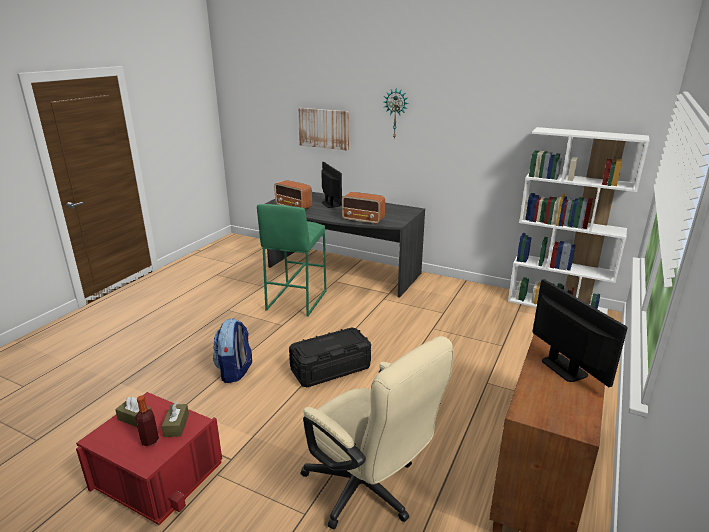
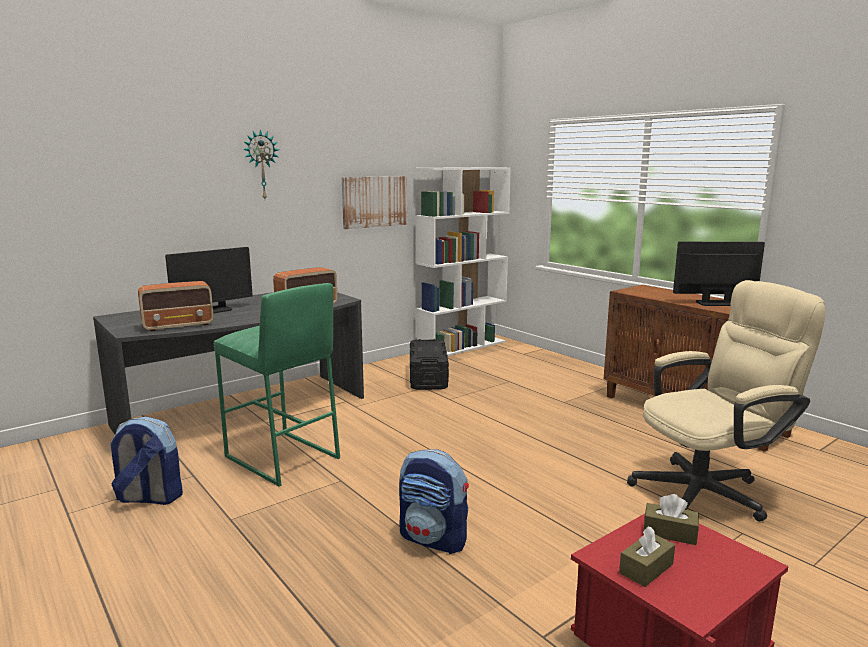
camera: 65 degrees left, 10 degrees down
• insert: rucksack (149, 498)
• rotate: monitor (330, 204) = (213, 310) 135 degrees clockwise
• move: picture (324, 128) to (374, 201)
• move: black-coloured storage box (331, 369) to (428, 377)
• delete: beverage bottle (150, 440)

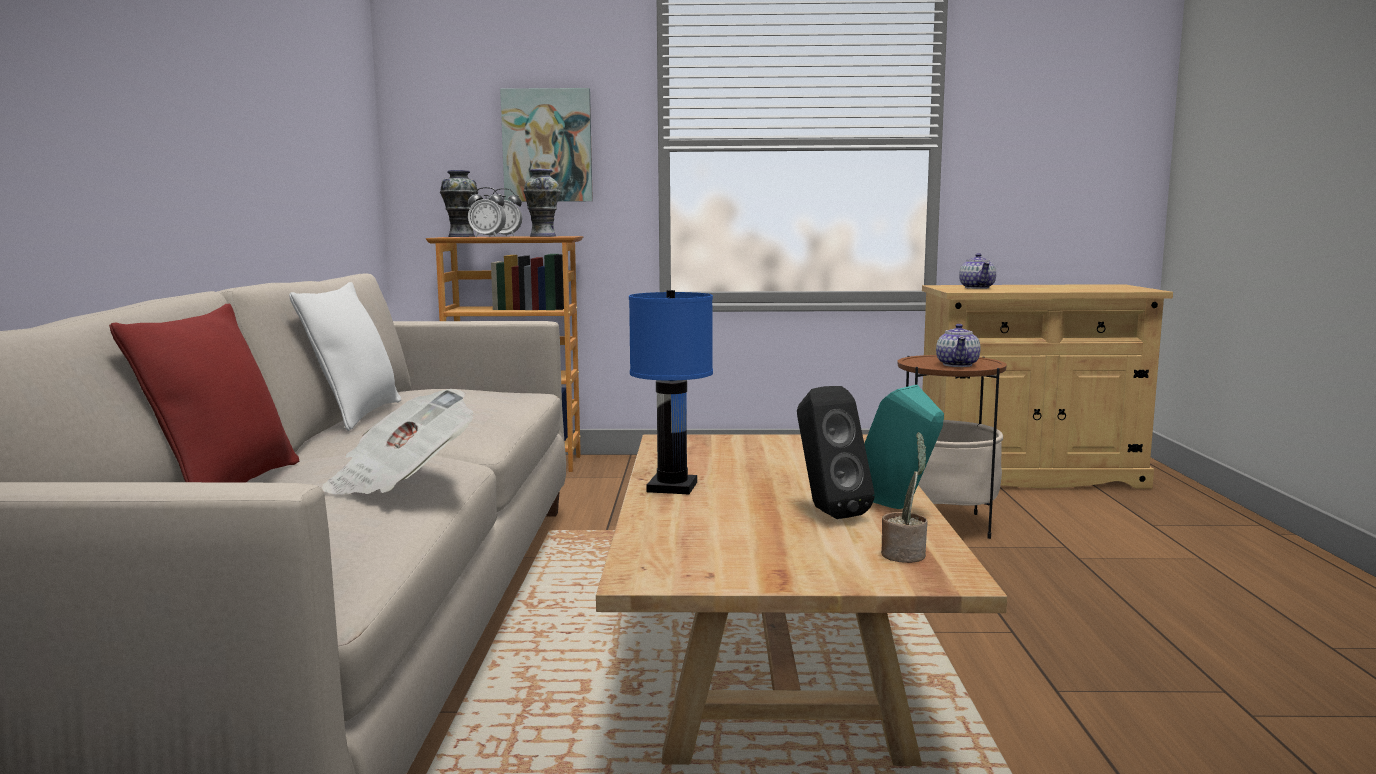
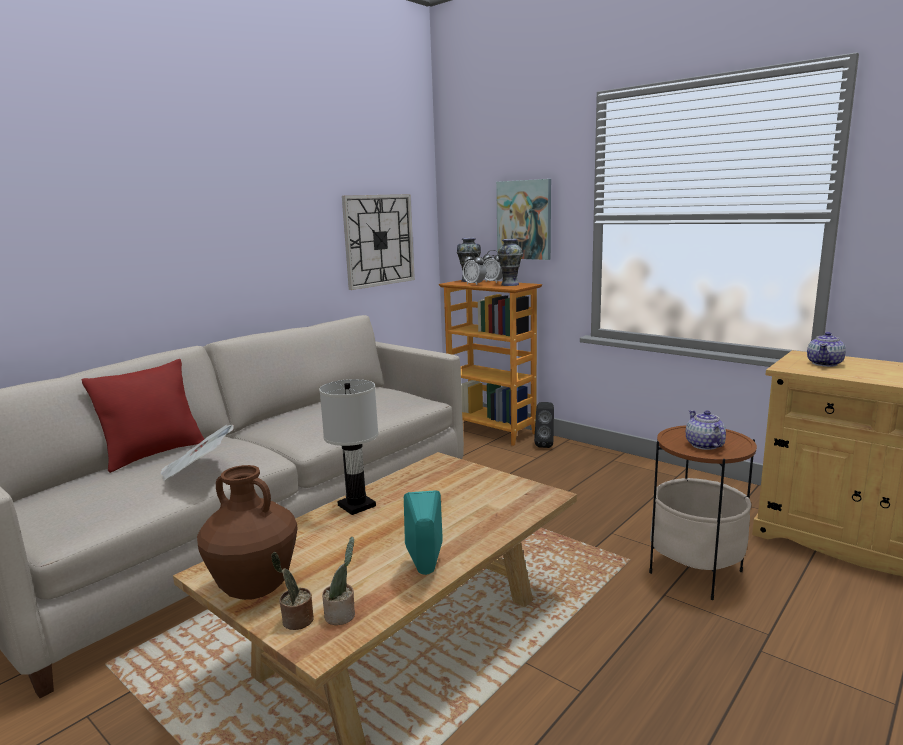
camera: 40 degrees right, 5 degrees up
• insert: brownish flower vase (256, 589)
• insert: plant in a pot (296, 621)
• recolor: bluish table lamp (671, 487) to whitish table lamp (356, 505)
• insert: wall clock (379, 240)
• move: black-coloured speaker (827, 512) to (545, 444)
• rotate: teapot (958, 364) = (704, 445) 120 degrees clockwise
• delete: whitish cushion (357, 415)

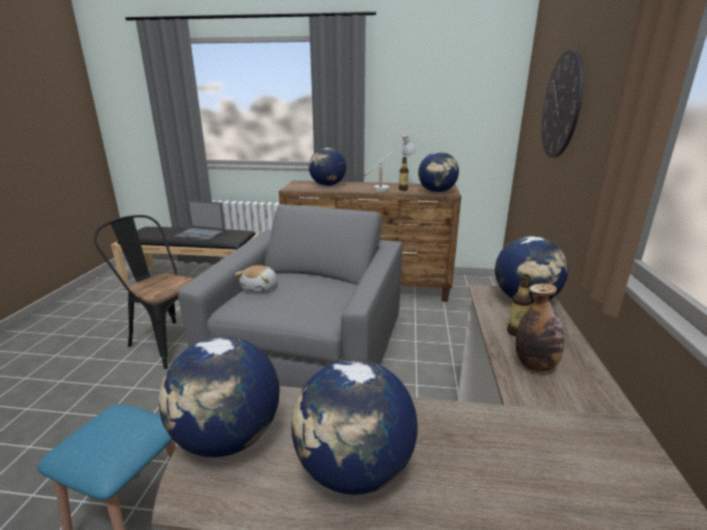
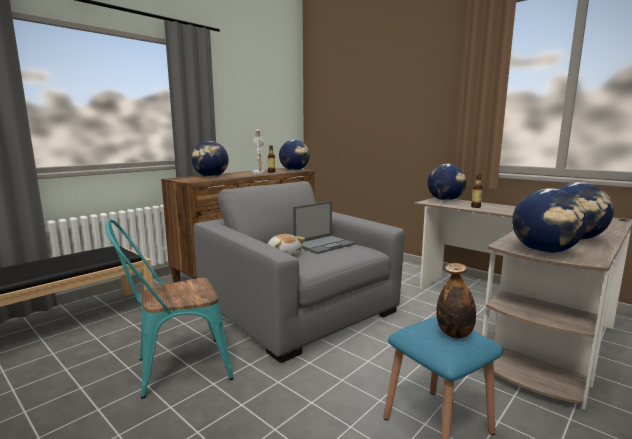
camera: 55 degrees left, 10 degrees down
• recolor: black-coloured upright chair (168, 340) to blue-green upright chair (175, 369)
• move: laptop (200, 234) to (324, 244)
• move: beverage bottle (535, 365) to (454, 334)
• delete: wall clock (561, 105)

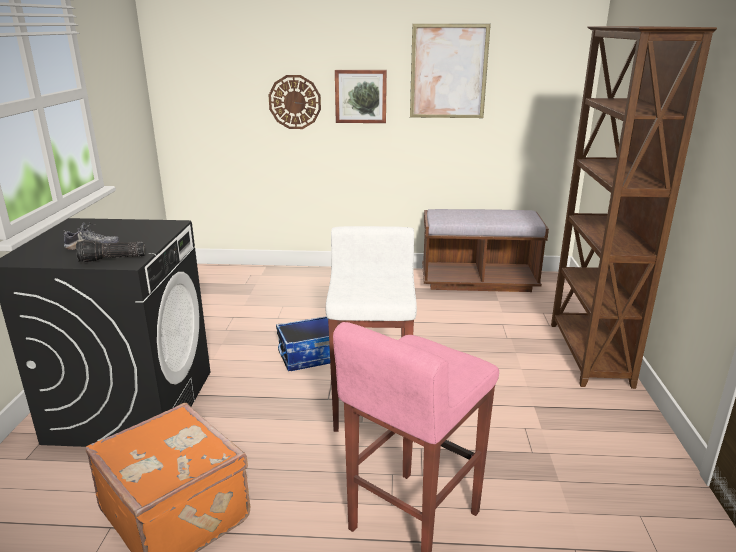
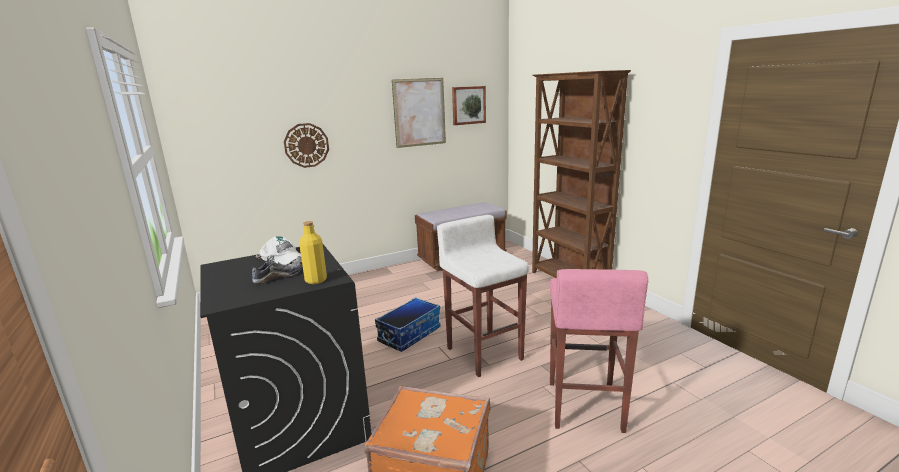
camera: 30 degrees left, 5 degrees down
• insert: whitish baseball cap (282, 258)
• replace: hand torch (112, 259) to yellow-coloured beverage bottle (316, 280)
• move: picture (361, 96) to (468, 105)

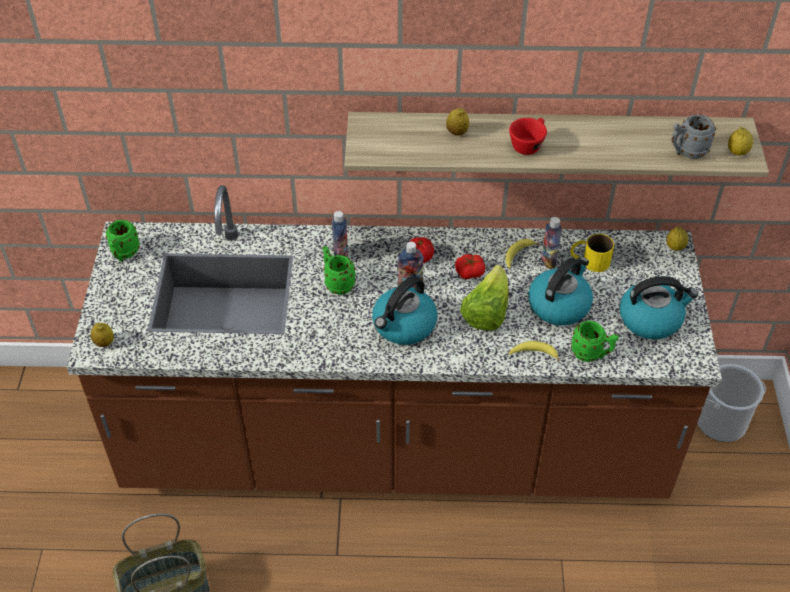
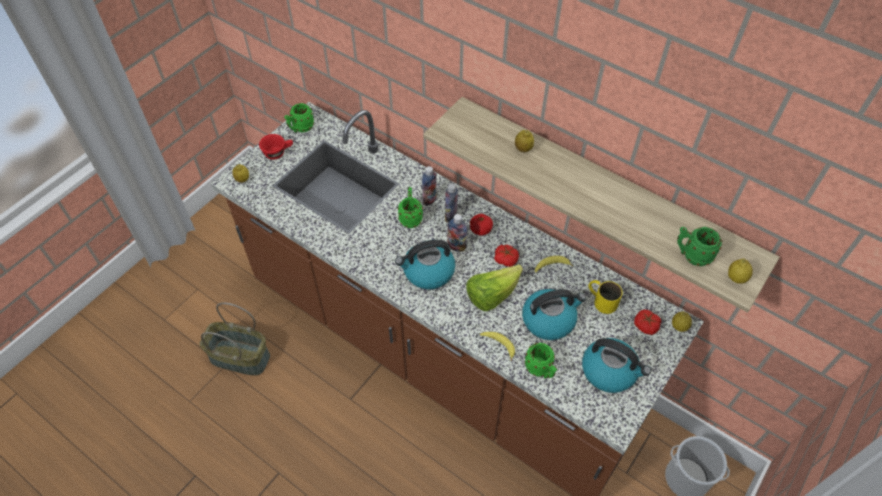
camera: 35 degrees right, 5 degrees up
• move: reddish drinking cup (528, 144) to (278, 152)
• move: beverage bottle (548, 261) to (451, 216)
• insert: fresh tomato (646, 326)
• recolor: gray tea mug (687, 152) to green tea mug (691, 255)

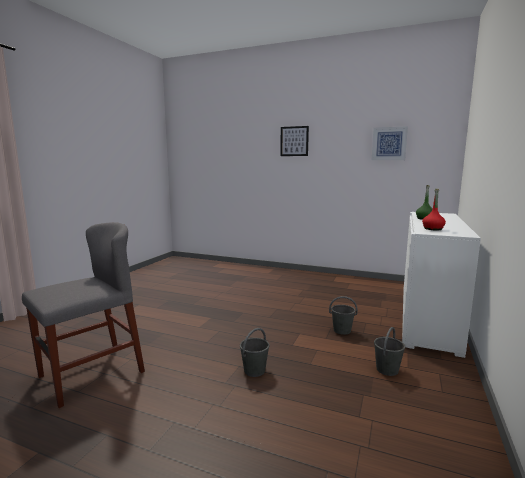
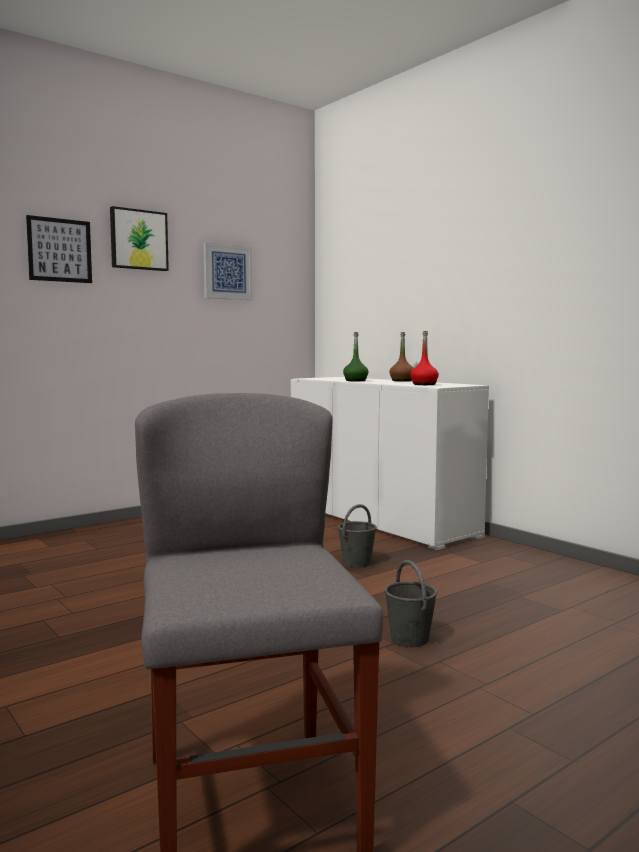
camera: 60 degrees left, 5 degrees down
• insert: picture (138, 240)
• insert: brownish beverage bottle (402, 381)
• delete: gray bucket (387, 369)

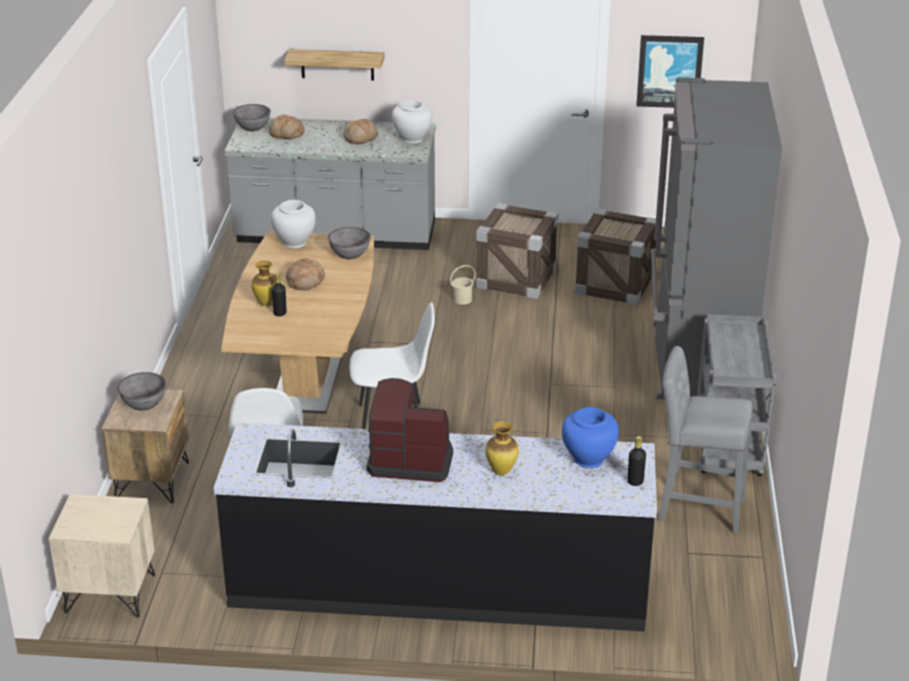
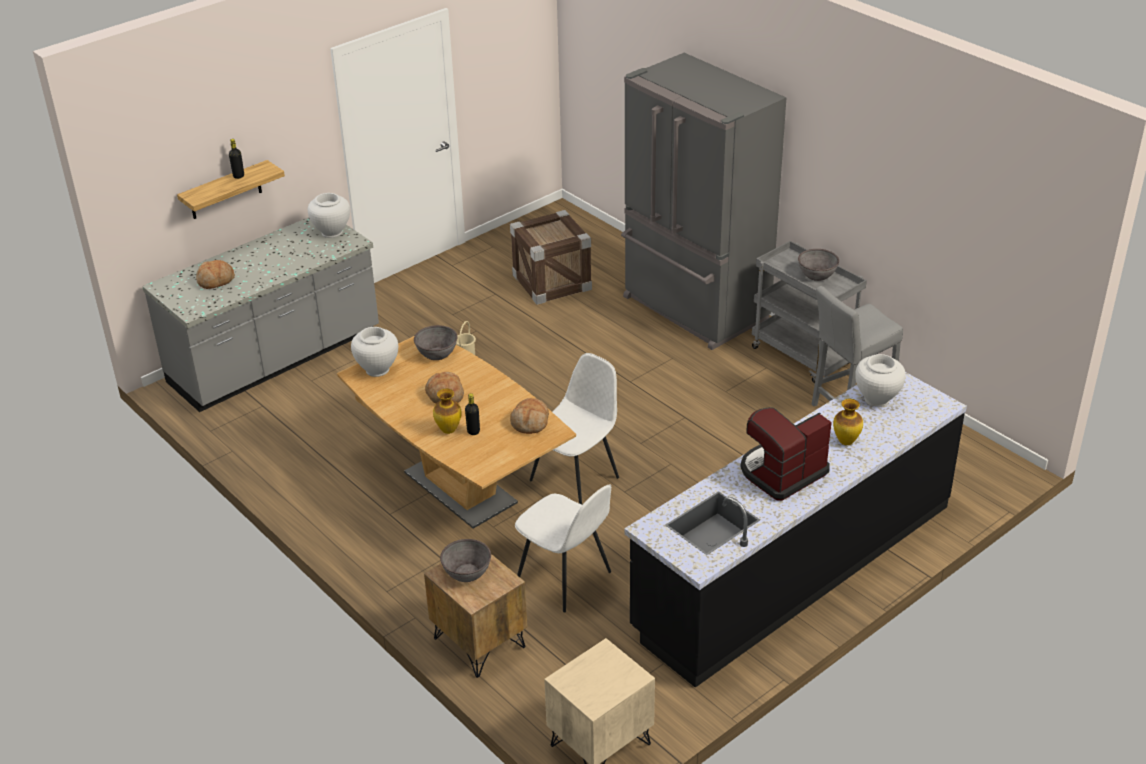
camera: 45 degrees left, 5 degrees up
• move: black-coloured beverage bottle (635, 482) to (238, 176)
• move: bakery bread (360, 138) to (530, 422)
• move: gray bowl (252, 127) to (817, 275)
• recolor: bluish flower vase (588, 459) to whitish flower vase (877, 399)
• delete: shipping crate (516, 278)
• delete: picture (669, 71)

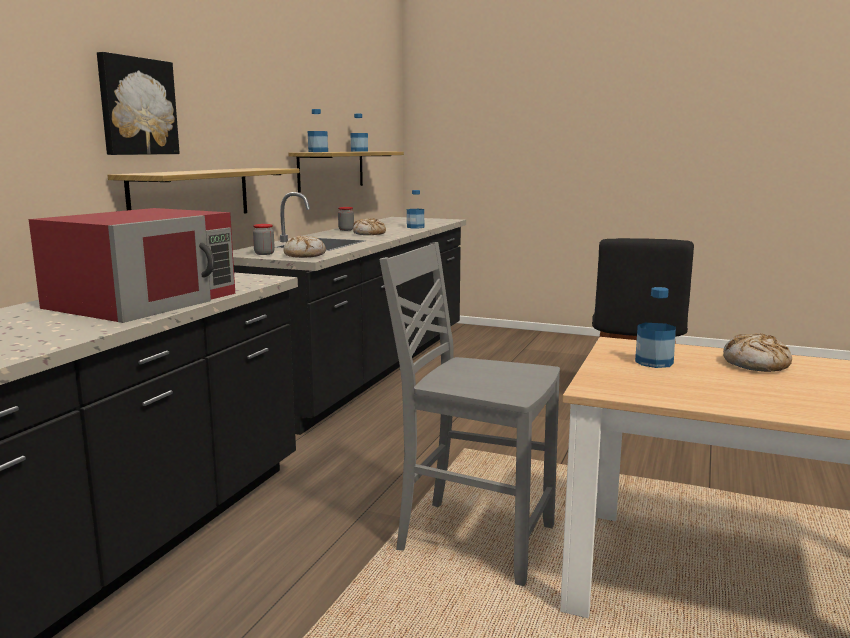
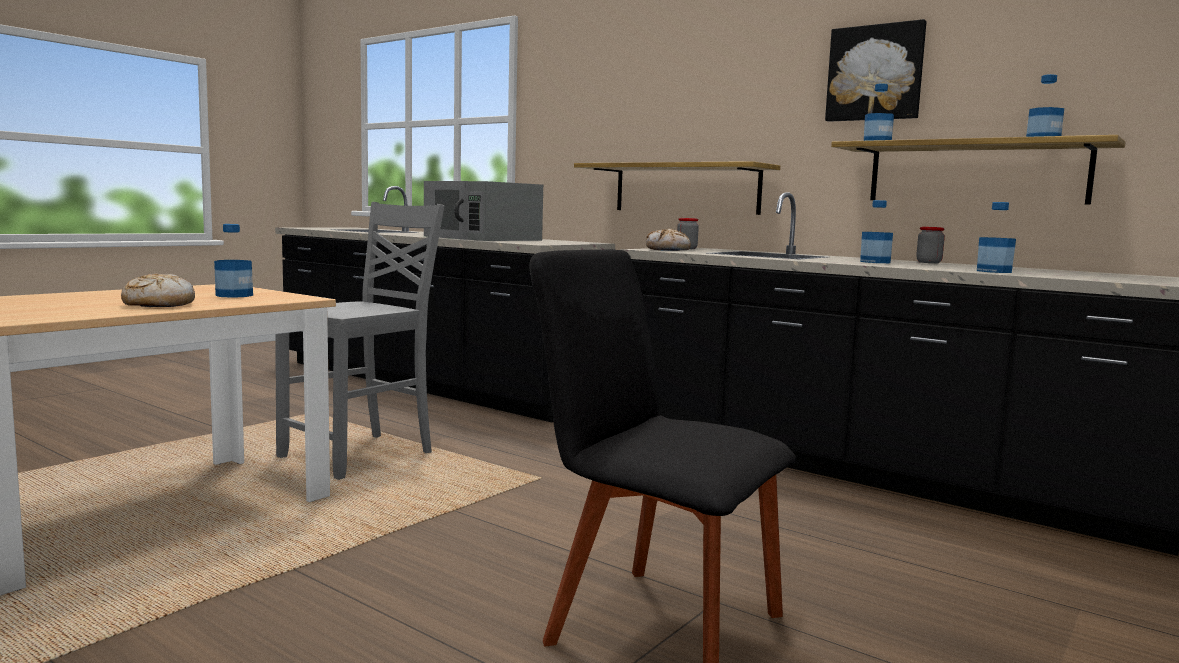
camera: 105 degrees right, 5 degrees down
• recolor: reddish microwave oven (144, 300) to gray microwave oven (483, 238)
• move: picture (136, 106) to (875, 73)
• replace: bakery bread (369, 234) to beverage bottle (875, 262)

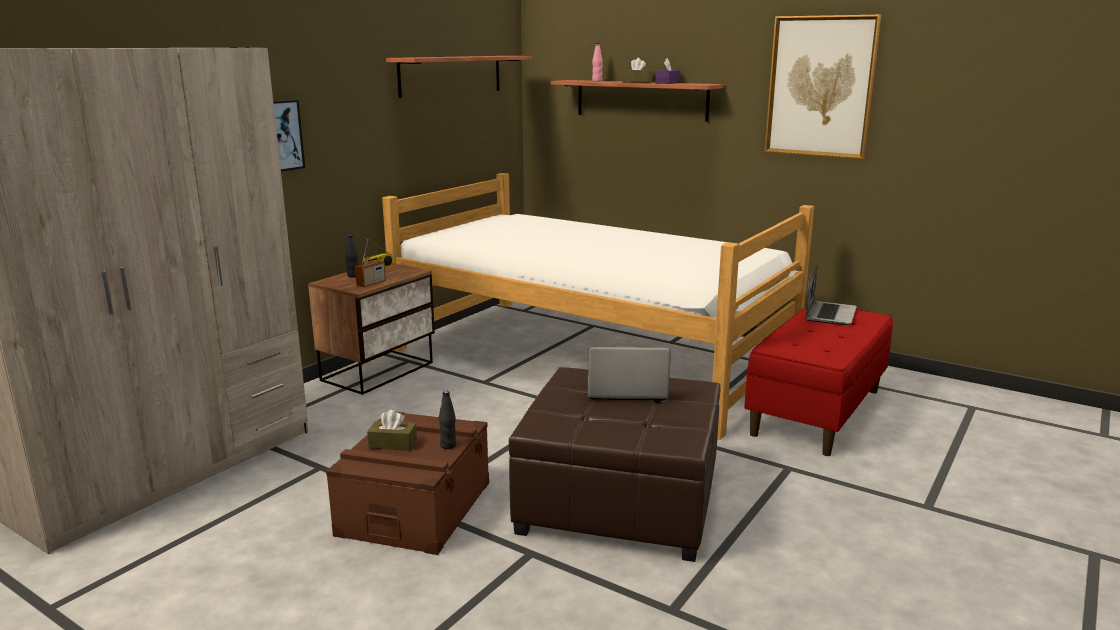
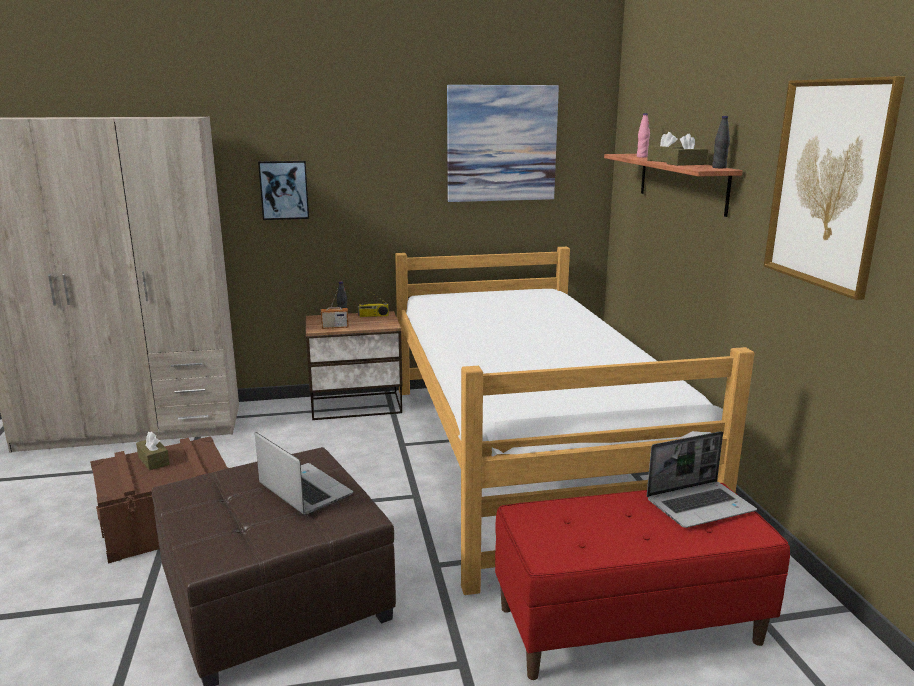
camera: 45 degrees right, 0 degrees up
• replace: wall shelf (451, 75) to picture (501, 144)
• recolor: purple tissue box (667, 83) to brownish tissue box (686, 164)
• move: black-coloured beverage bottle (448, 445) to (719, 167)

